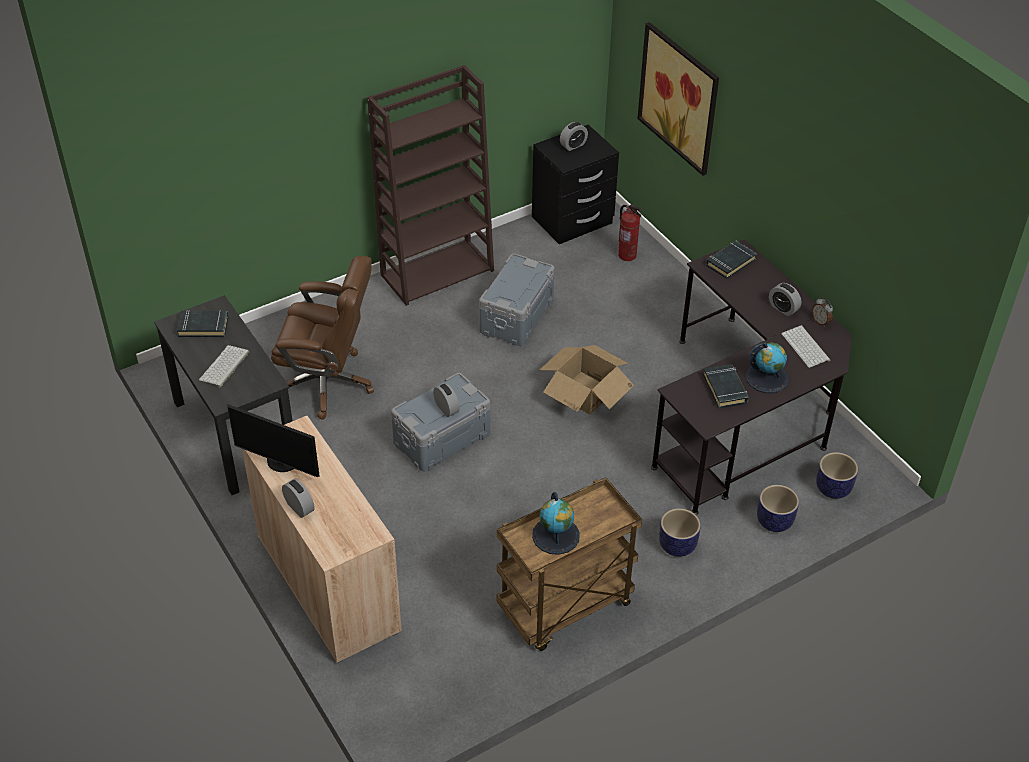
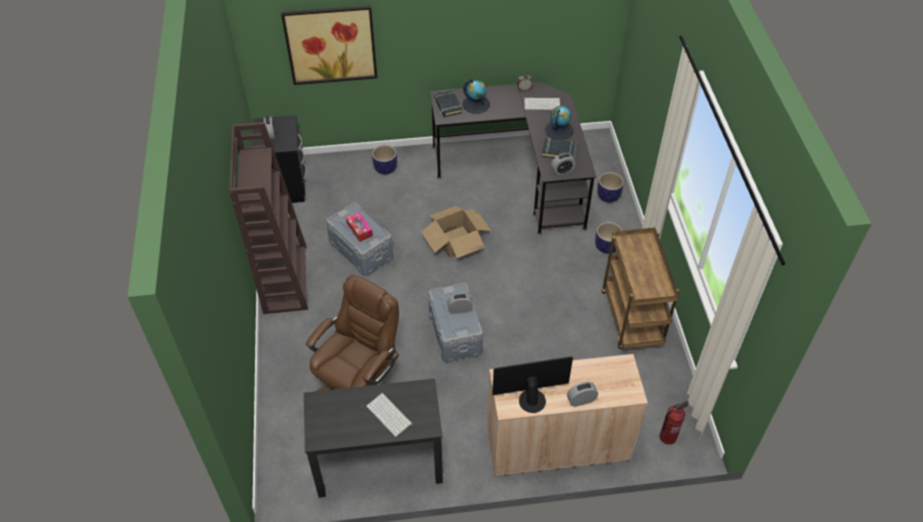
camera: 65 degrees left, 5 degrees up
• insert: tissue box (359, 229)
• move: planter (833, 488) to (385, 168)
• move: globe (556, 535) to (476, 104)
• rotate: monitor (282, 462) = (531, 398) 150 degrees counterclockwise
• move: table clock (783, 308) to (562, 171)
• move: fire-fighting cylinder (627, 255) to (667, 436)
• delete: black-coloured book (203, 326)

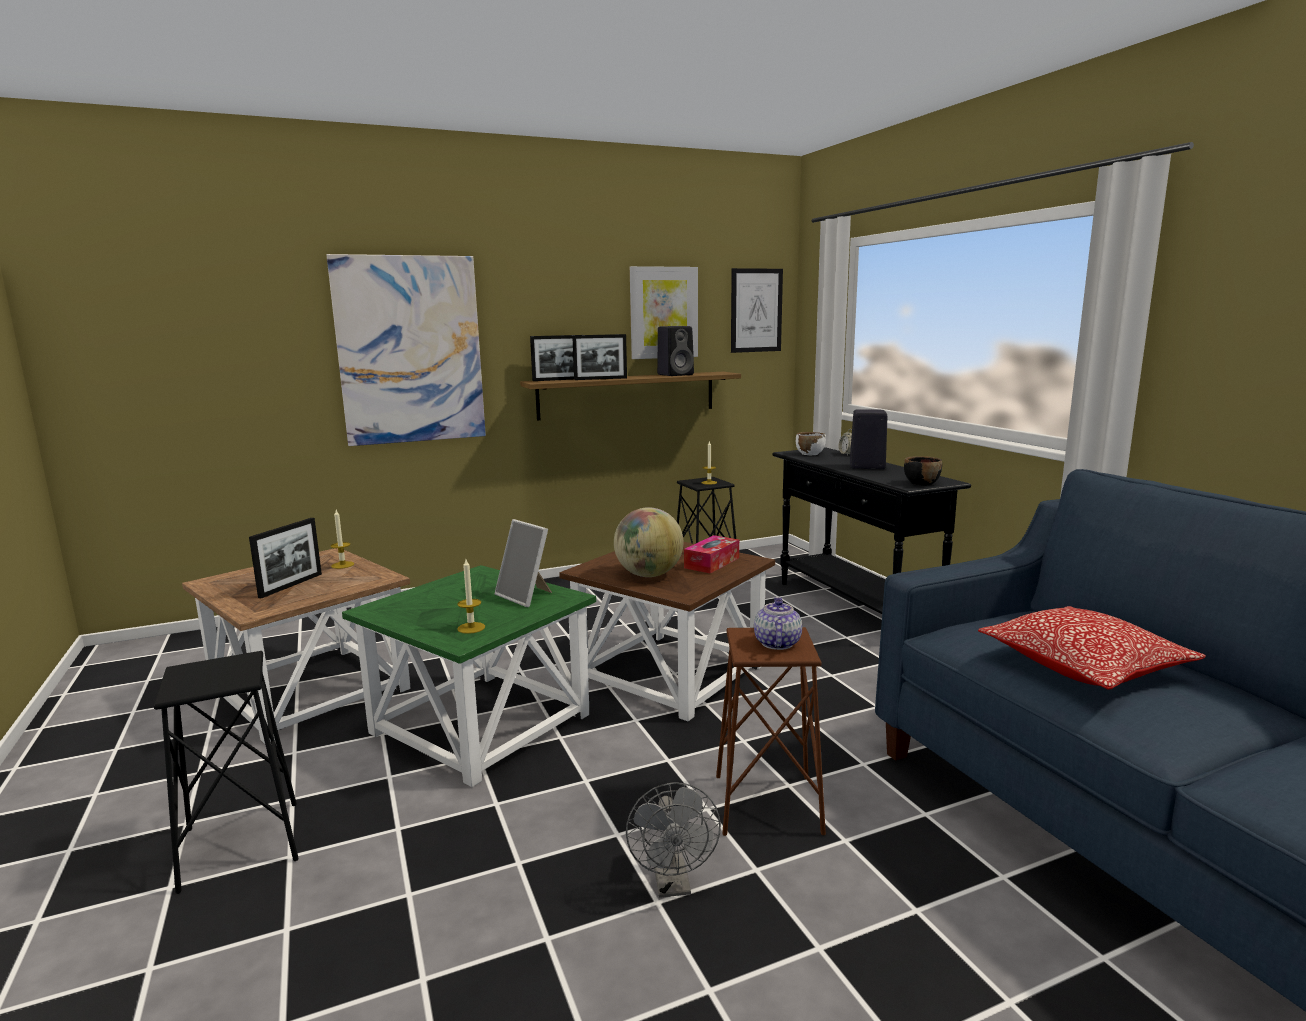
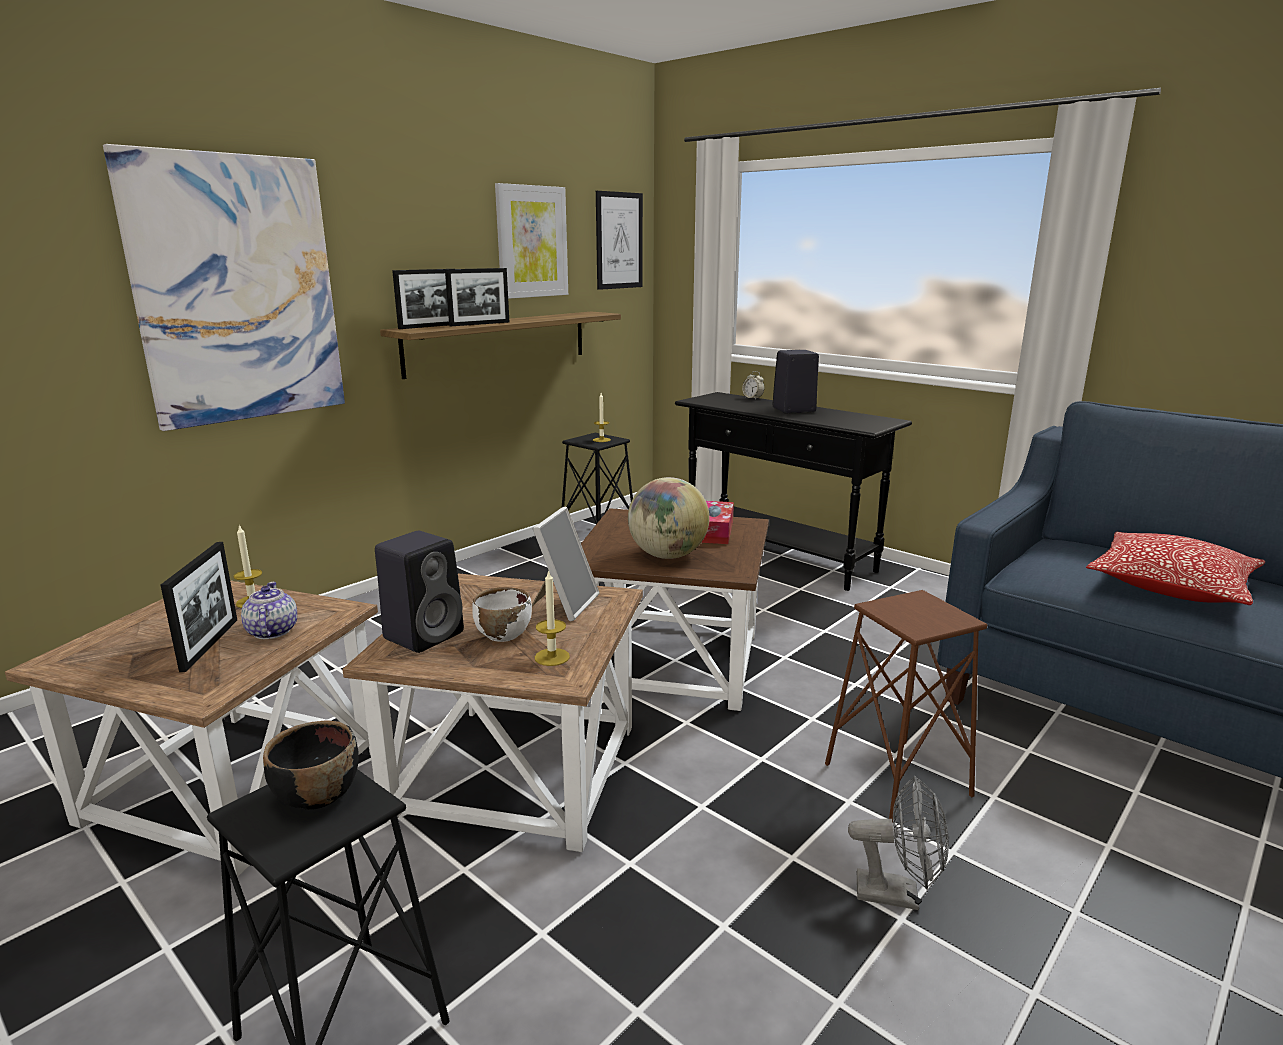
camera: 25 degrees left, 5 degrees up
• move: teapot (776, 643) to (271, 632)
• move: black-coloured bowl (921, 483) to (316, 794)
• recolor: green side table (481, 722) to brownish side table (515, 768)
• move: black-coloured speaker (676, 374) to (425, 634)
• move: whitish bowl (809, 454) to (503, 634)
• rotate: photo frame (526, 596) = (564, 604) 90 degrees counterclockwise
• rotate: gray electric fan (673, 884) = (898, 894) 45 degrees counterclockwise

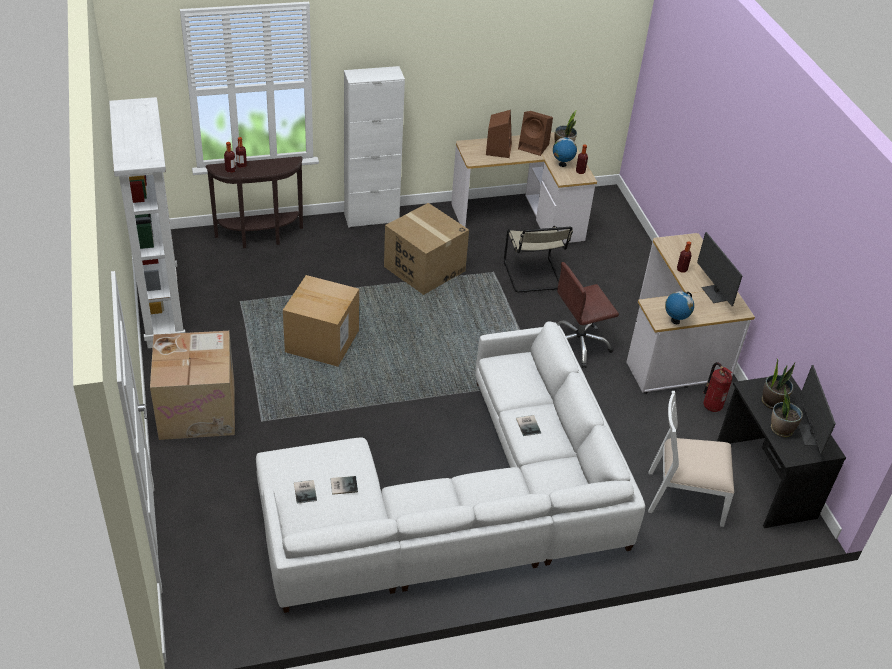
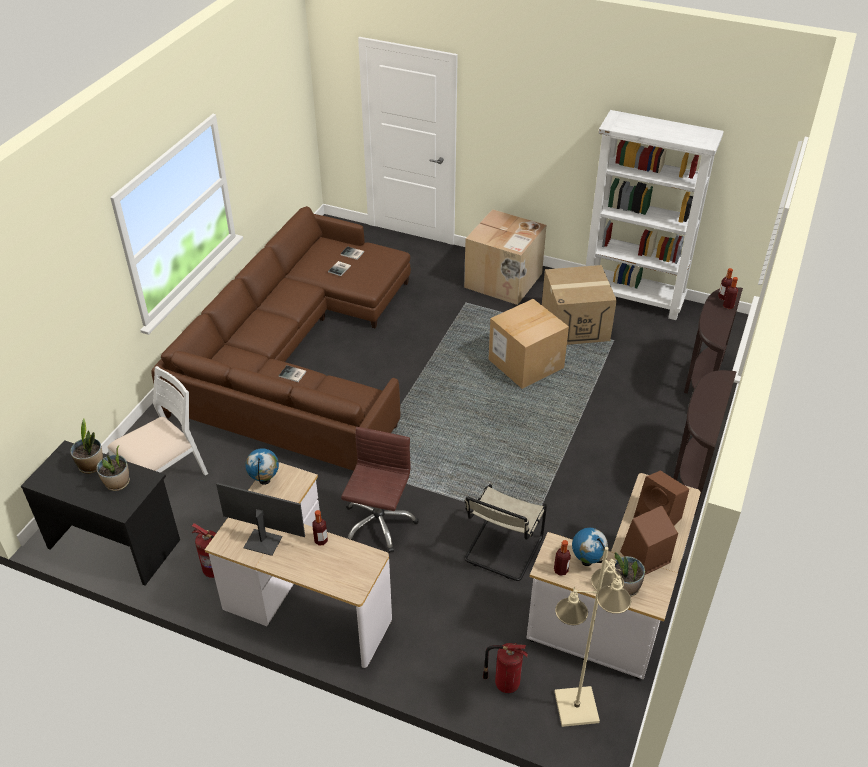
camera: 130 degrees right, 0 degrees up
• recolor: whitish settee (458, 503) to brownish settee (298, 356)
• rotate: beige-coloured upright chair (533, 277) = (502, 551) 90 degrees counterclockwise
• insert: fire-fighting cylinder (505, 683)
• move: packing box (424, 268) to (575, 325)
• insert: beige-coloured floor lamp (576, 707)
• replace: whitish cupboard (371, 218) to brownish narrow table (691, 475)
• delete: monitor (811, 435)

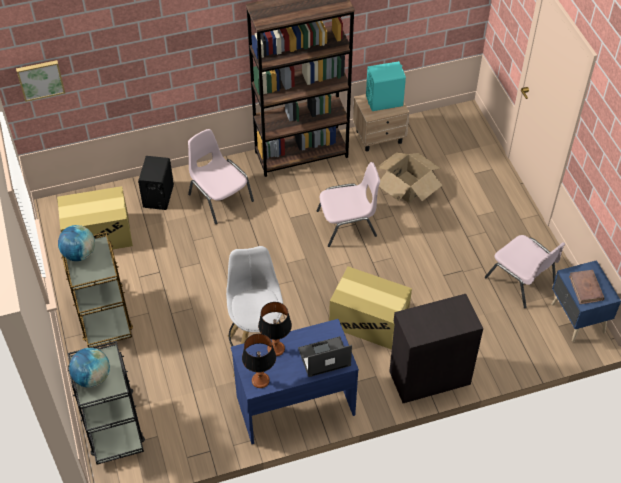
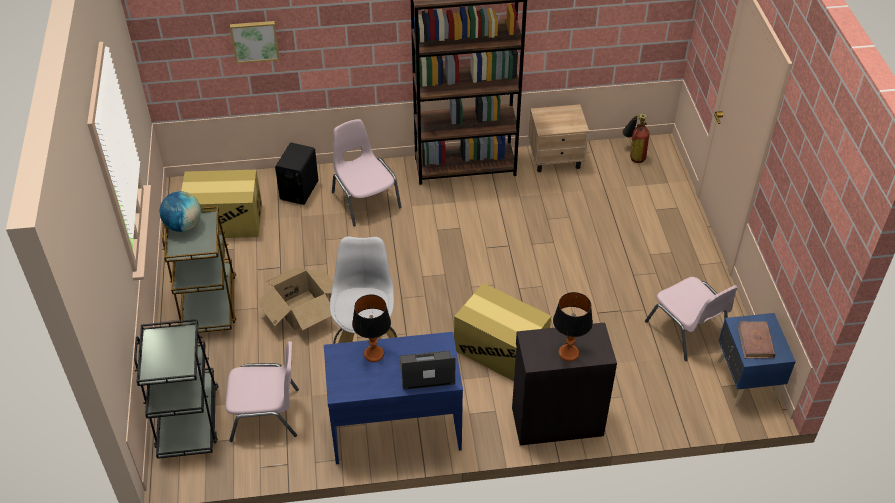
camera: 10 degrees right, 5 degrees down
• move: pink upright chair (347, 224) to (266, 414)
• move: picture (40, 79) to (255, 40)
• move: packing box (407, 187) to (301, 310)
• move: table lamp (261, 380) to (569, 353)
• insert: fire-fighting cylinder (633, 155)
• delete: globe (92, 378)
• delete: blue-green speaker (384, 101)

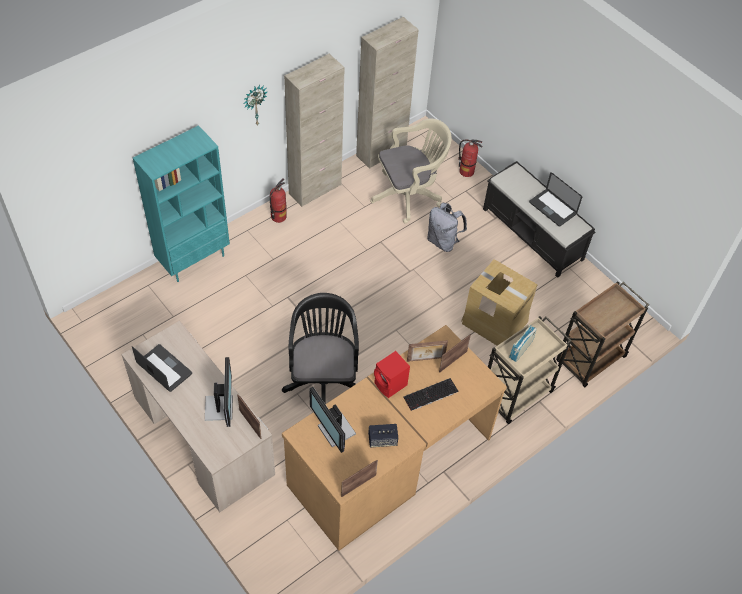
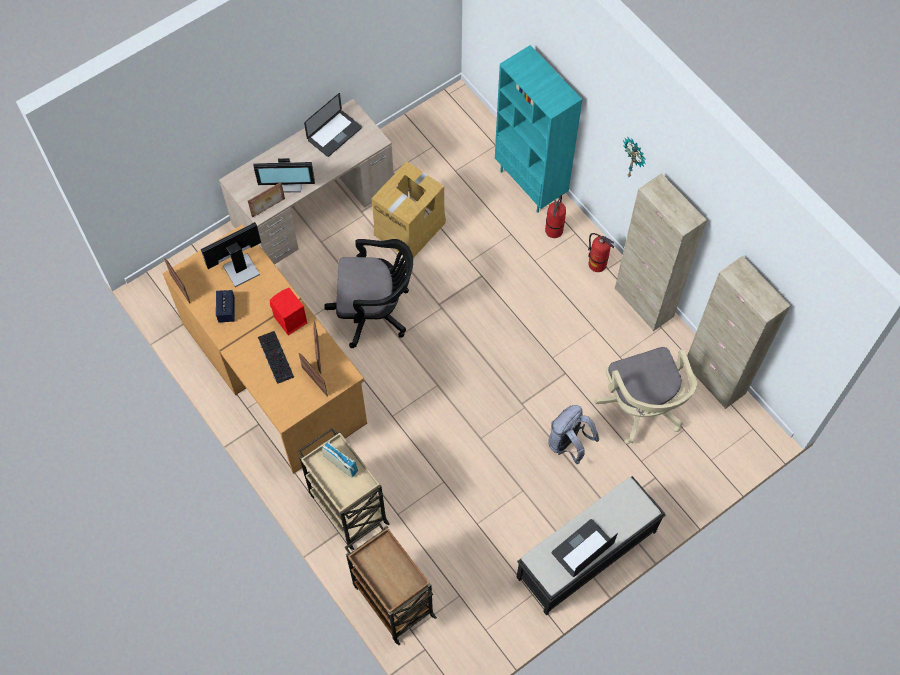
camera: 95 degrees right, 10 degrees up
• move: packing box (494, 321) to (410, 228)
• move: fire-fighting cylinder (466, 171) to (554, 231)

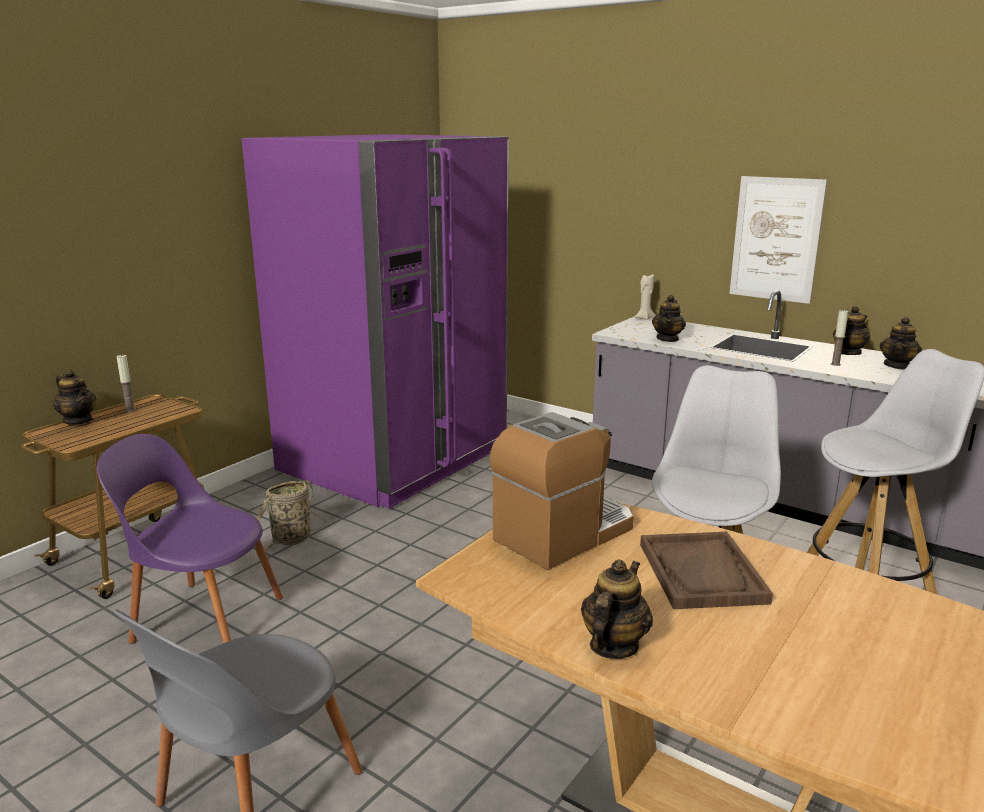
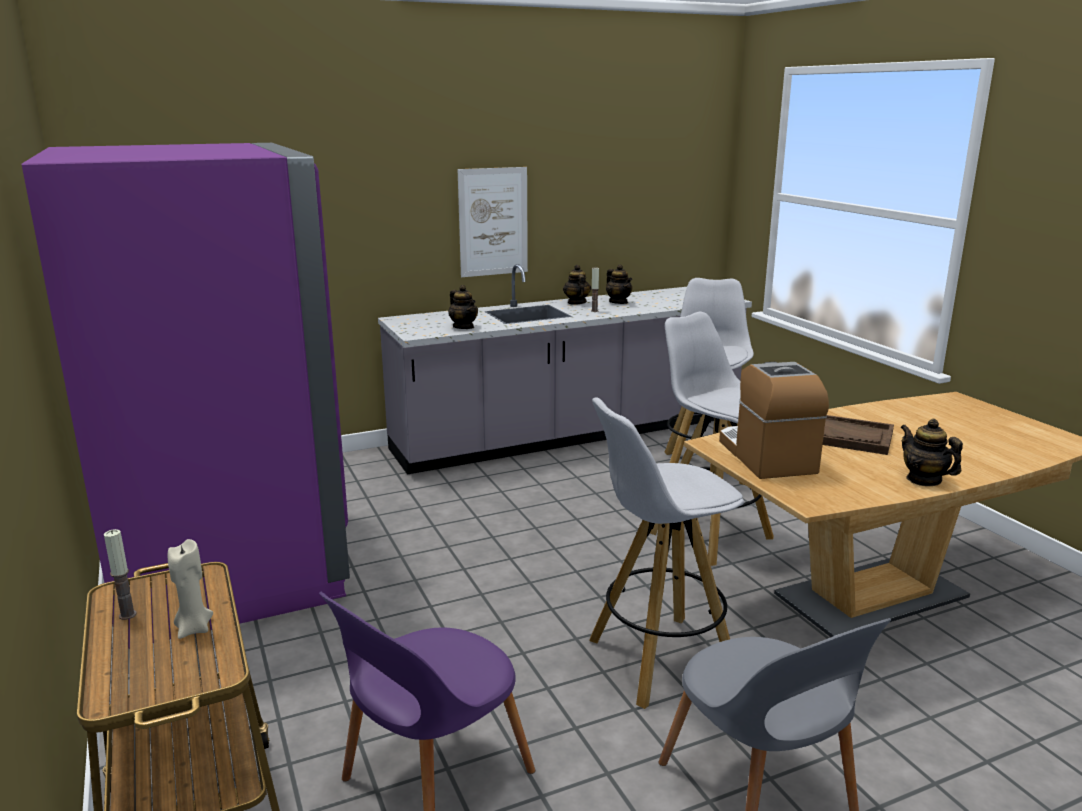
camera: 60 degrees left, 0 degrees up
• move: beige-coloured wax candle (644, 318) to (193, 629)
• insert: whitish stool seat (659, 661)
• delete: teapot (78, 420)
• delete: household basket (289, 541)

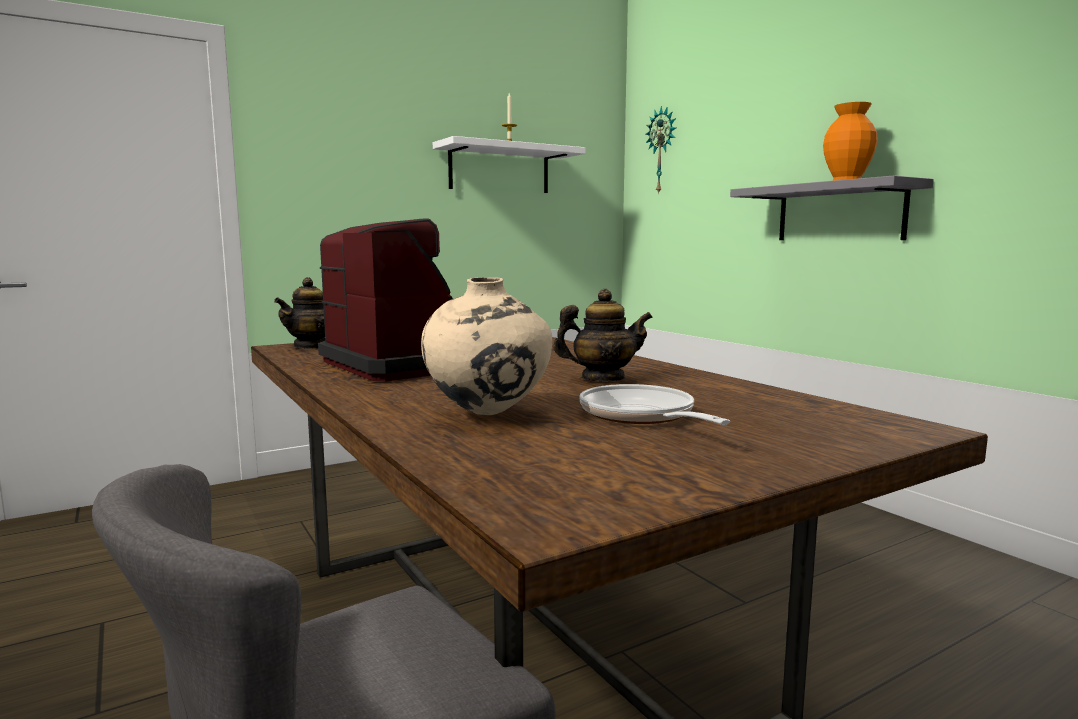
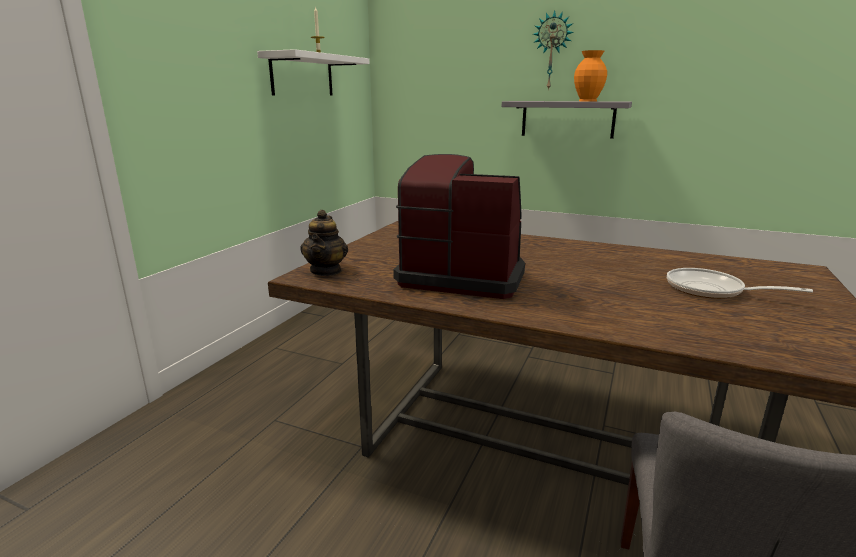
camera: 35 degrees left, 10 degrees up
• move: wall clock (662, 151) to (552, 51)
• delete: beige-coloured flower vase (488, 415)
• delete: teapot (602, 379)

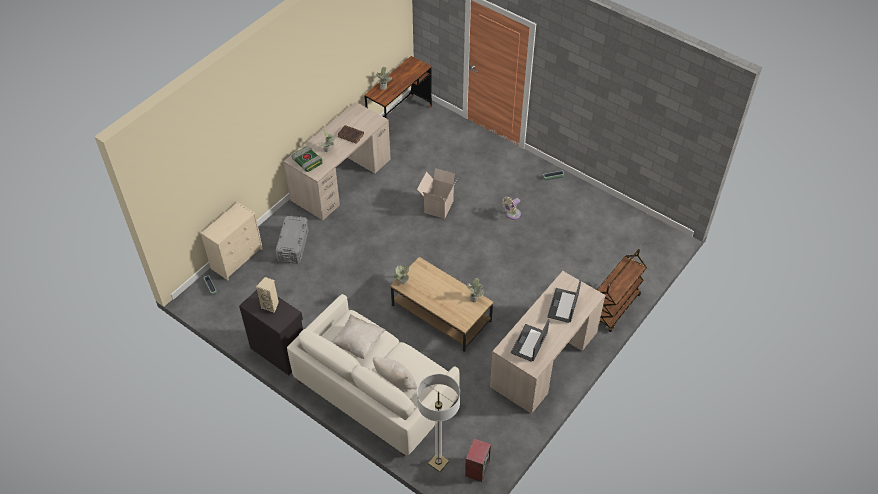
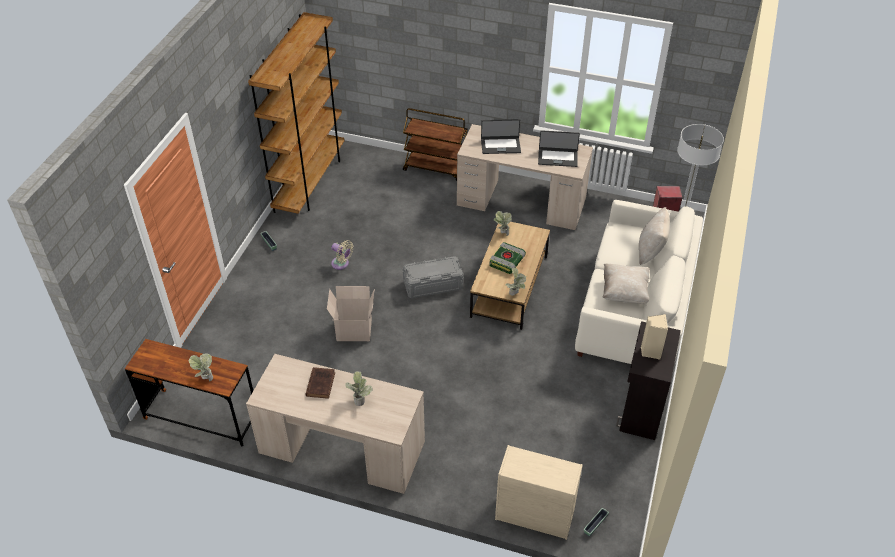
camera: 110 degrees left, 5 degrees down
• insert: brownish shelving unit (310, 182)
• move: gray storage box (293, 245) to (433, 285)
• move: book (306, 161) to (507, 262)

